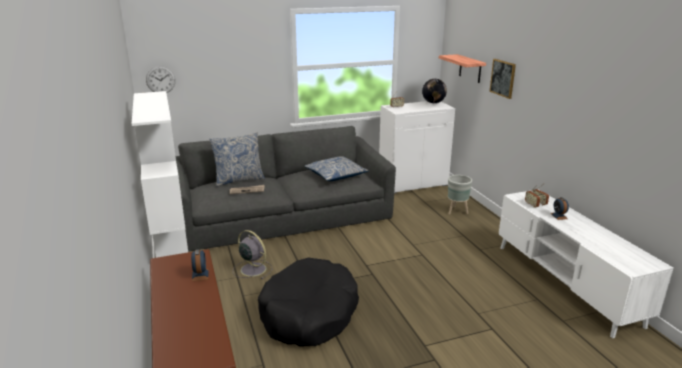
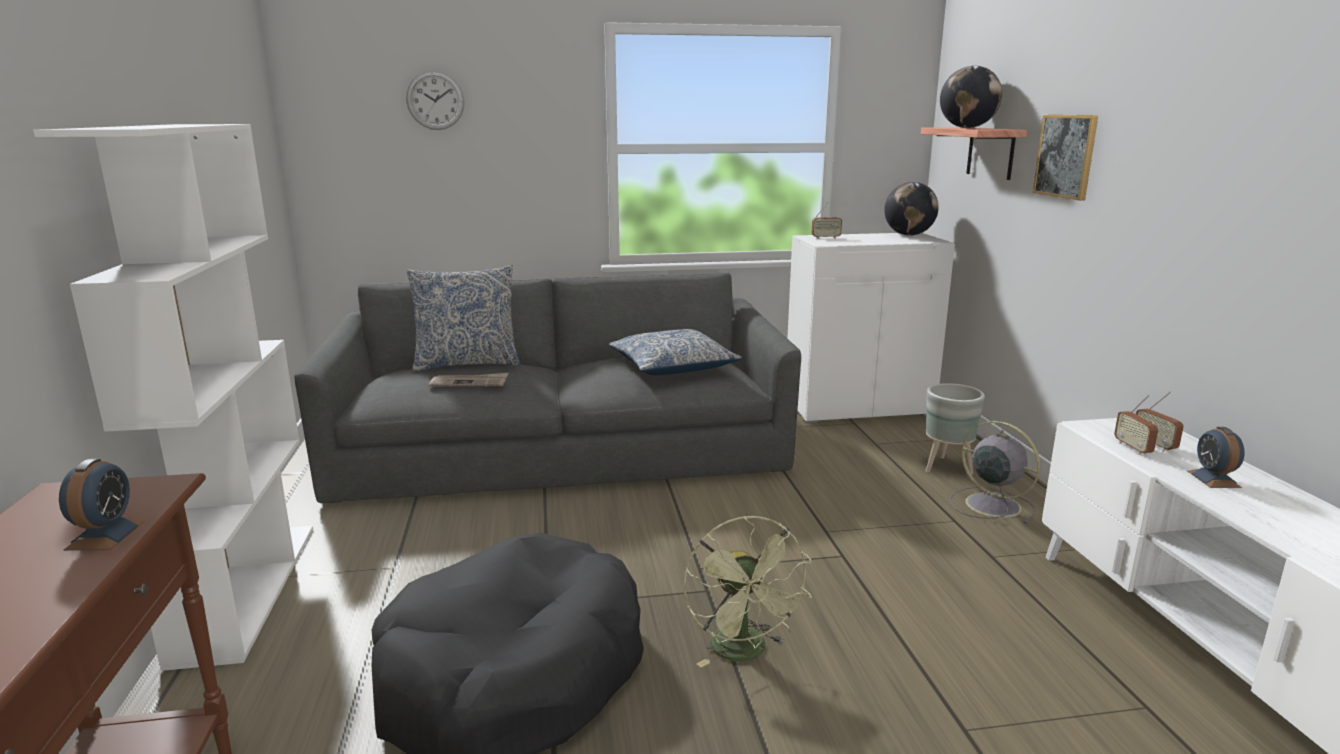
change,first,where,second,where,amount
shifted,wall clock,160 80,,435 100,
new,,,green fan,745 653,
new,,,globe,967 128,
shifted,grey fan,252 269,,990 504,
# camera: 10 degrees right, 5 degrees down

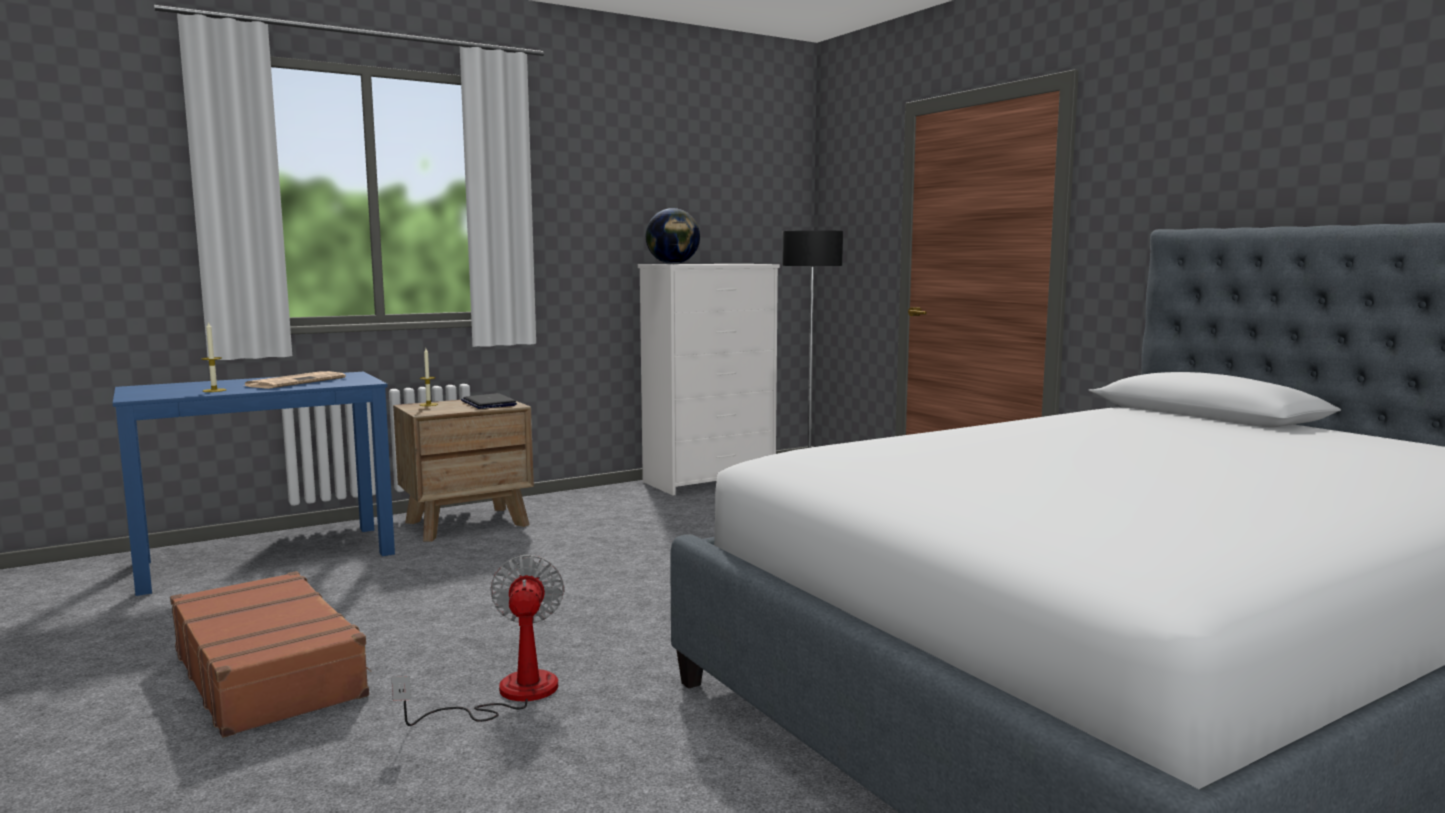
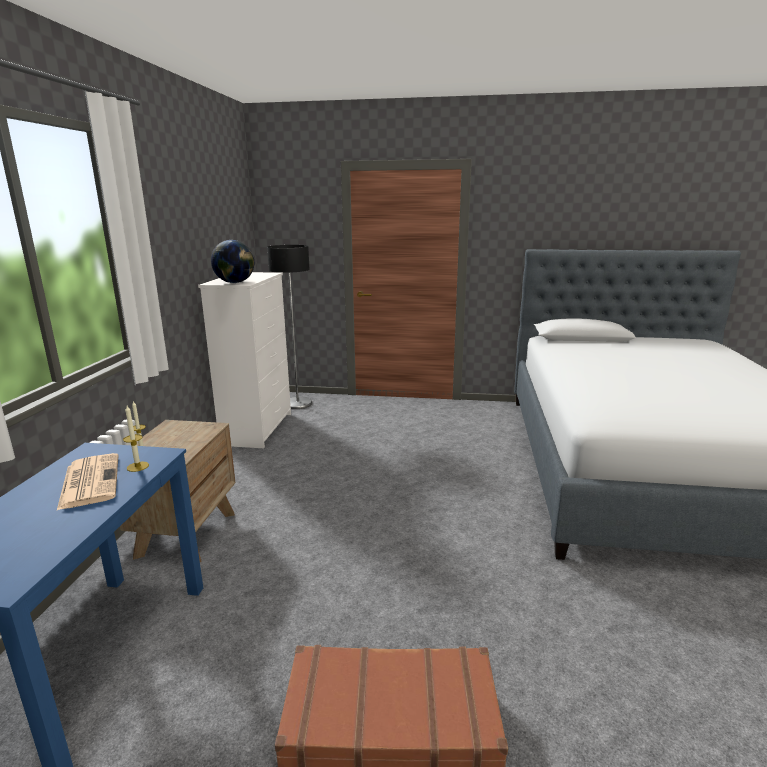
change,first,where,second,where,amount
shifted,candle,214 390,,137 466,
gone,fan,508 695,,,
gone,laptop,488 403,,,
# camera: 50 degrees left, 10 degrees up

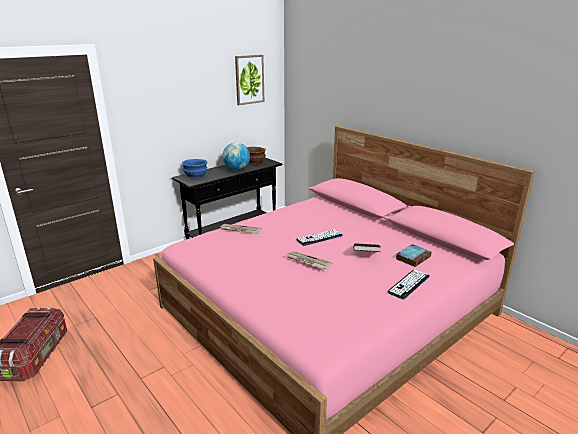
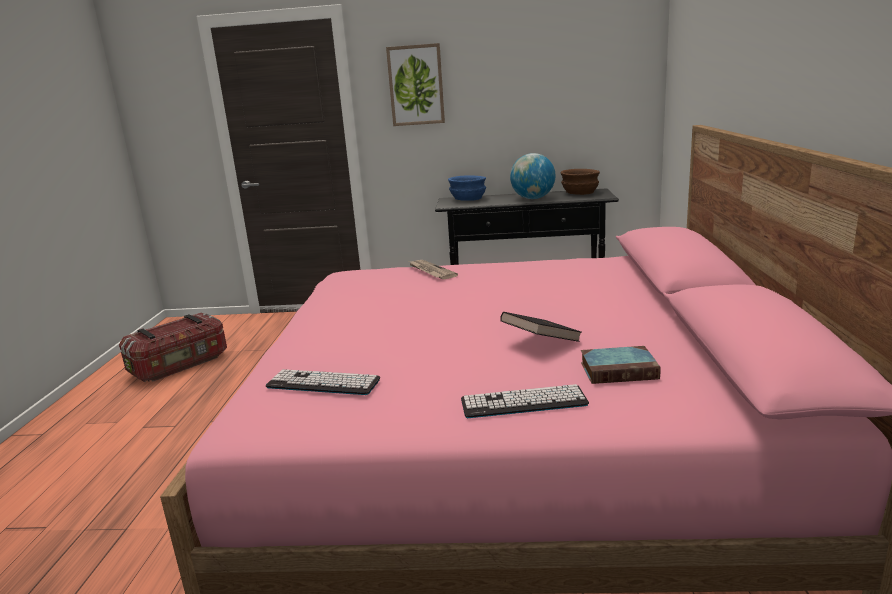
change,first,where,second,where,amount
shifted,keyboard,319 238,,323 383,
shifted,picture,249 79,,416 85,
gone,newspaper,307 261,,,
# camera: 45 degrees right, 5 degrees down

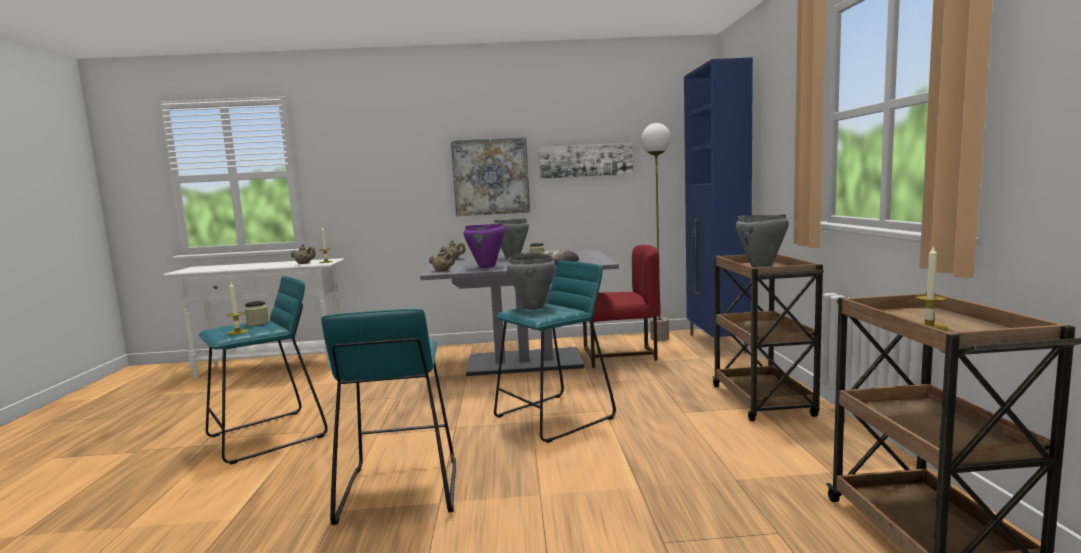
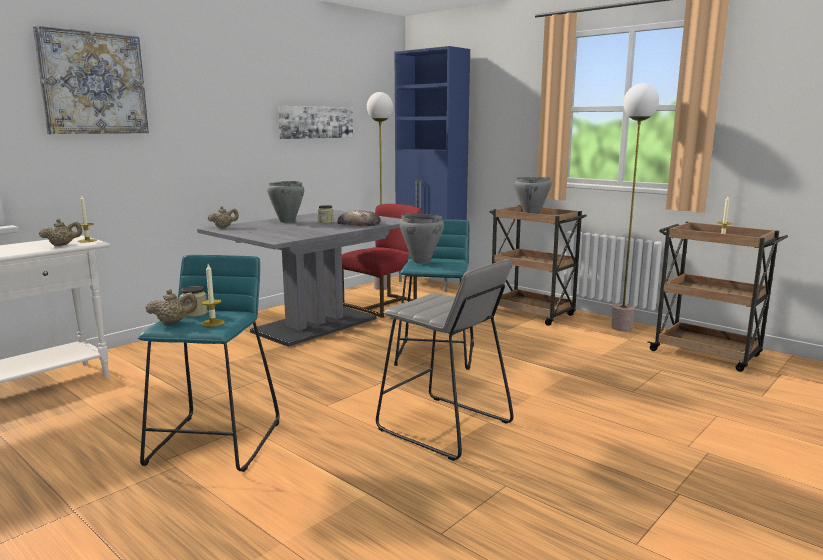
change,first,where,second,where,amount
shifted,picture,491 177,,93 83,
shifted,beige teapot,443 271,,173 322,
repainted,turquoise stool,399 489,grey stool,443 426,
new,,,floor lamp,622 327,
gone,purple cooking pot,487 267,,,
# camera: 45 degrees left, 5 degrees up

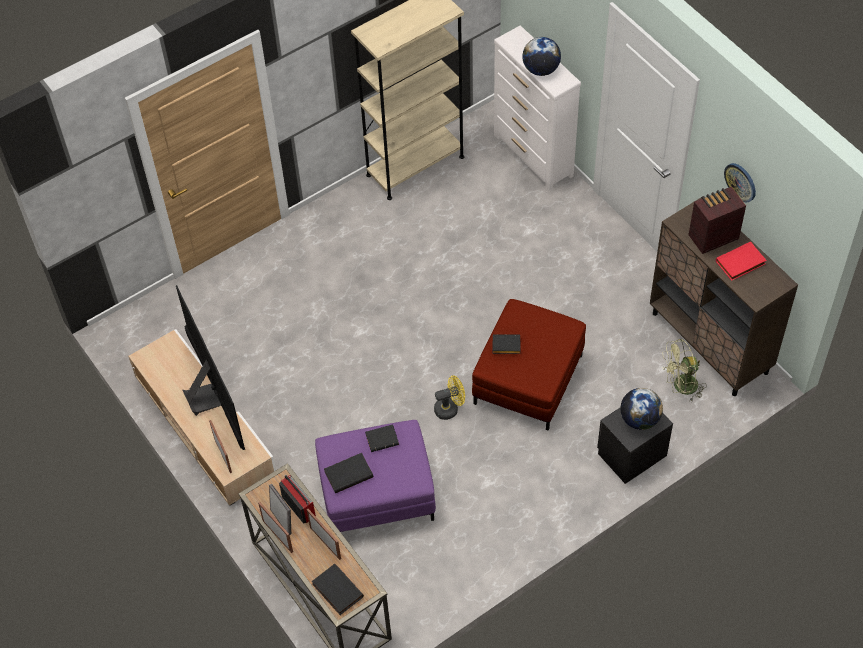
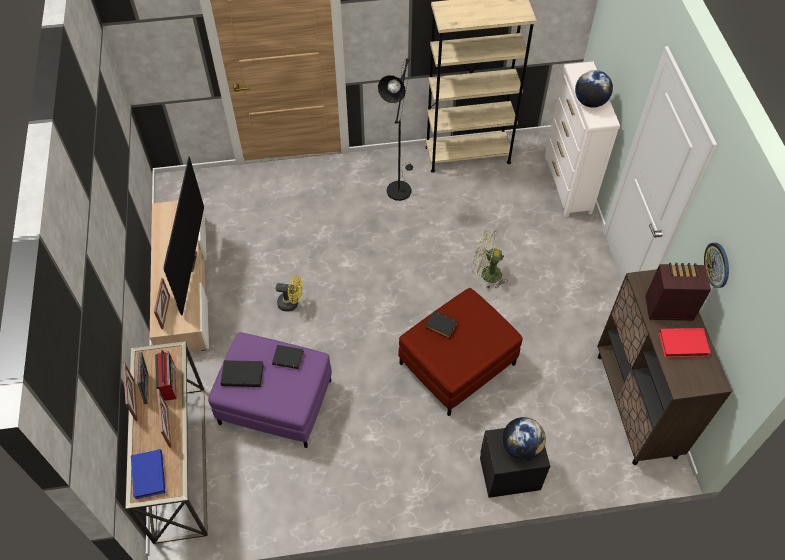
change,first,where,second,where,amount
repainted,black book,336 591,blue book,147 475,
shifted,yellow fan,450 408,,291 303,
new,,,black floor lamp,399 187,
shifted,green fan,680 387,,486 274,
# camera: 25 degrees right, 0 degrees up

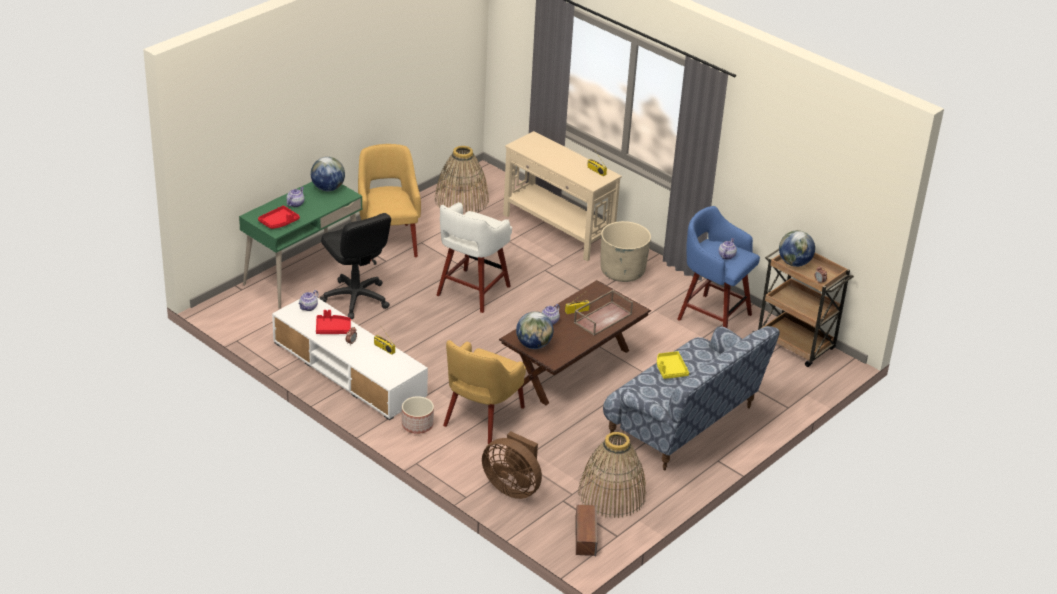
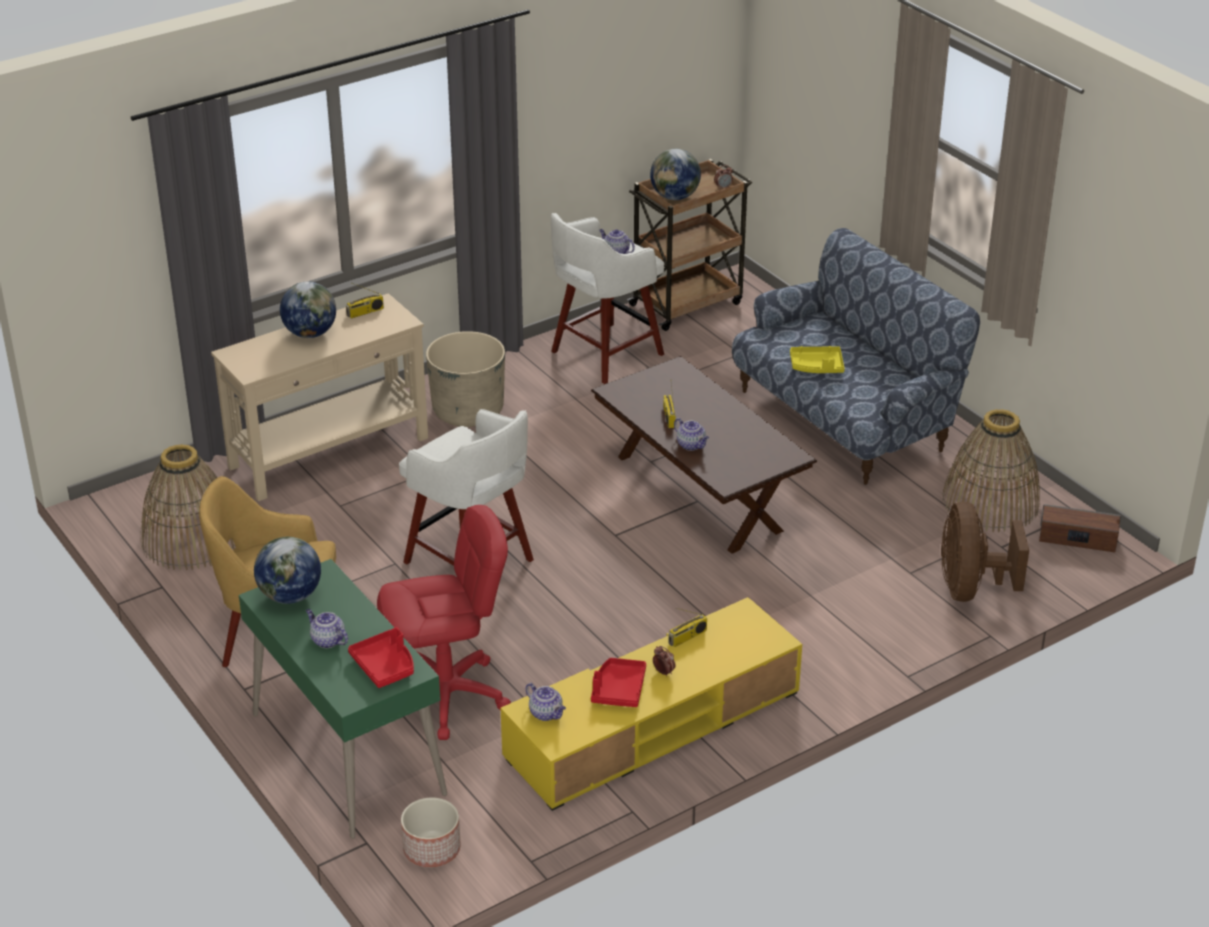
change,first,where,second,where,amount
shifted,globe,534 345,,310 333,
repainted,black office chair,355 299,red office chair,447 696,
shifted,planter,417 425,,431 849,
repainted,white tv stand,349 370,yellow tv stand,653 725,
repainted,blue stool,712 316,white stool,604 354,
rotated,brown fan,513 487,,970 588,135 degrees clockwise
gone,yellow armchair,482 417,,,
gone,brown tray,602 318,,,
# camera: 75 degrees left, 0 degrees up

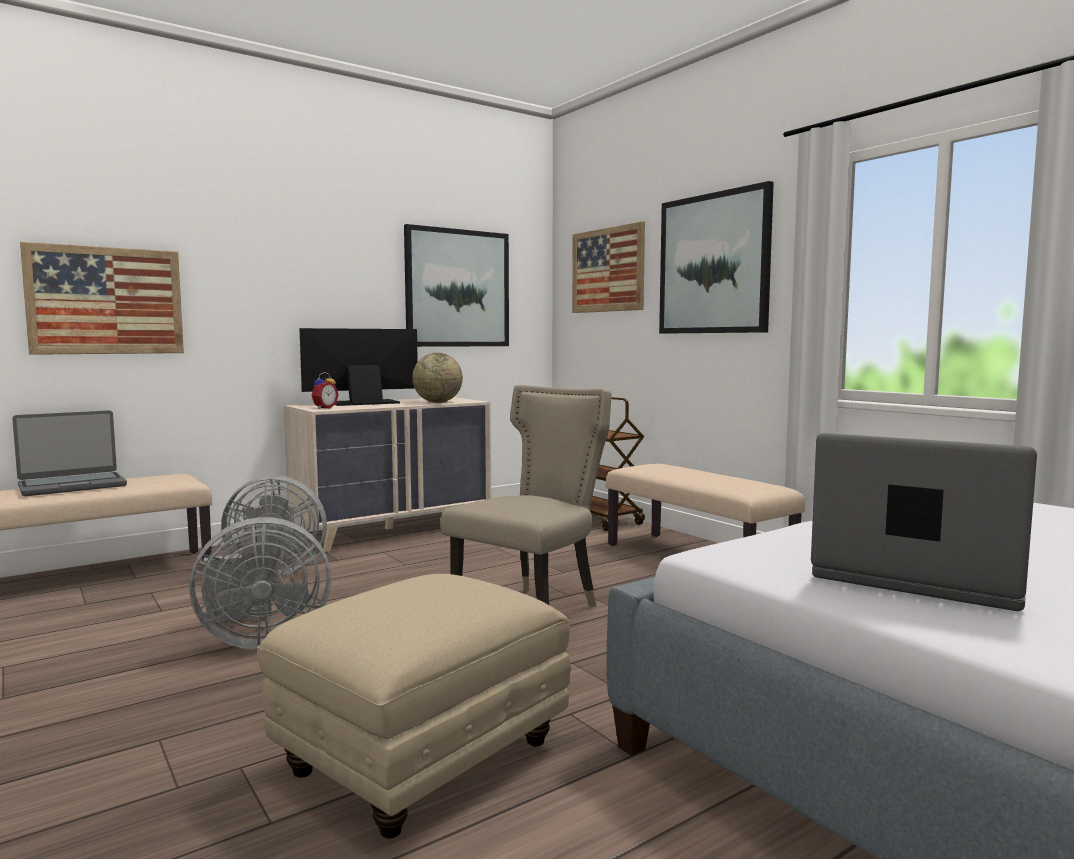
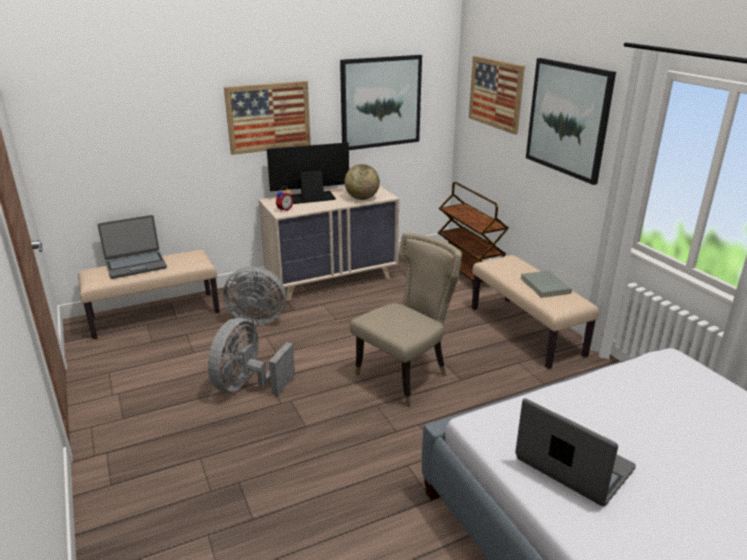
change,first,where,second,where,amount
rotated,grey fan,260 640,,247 385,120 degrees clockwise
shifted,picture,106 301,,268 117,
new,,,grey book,544 286,
gone,beige ottoman,421 761,,,
# camera: 10 degrees right, 20 degrees up

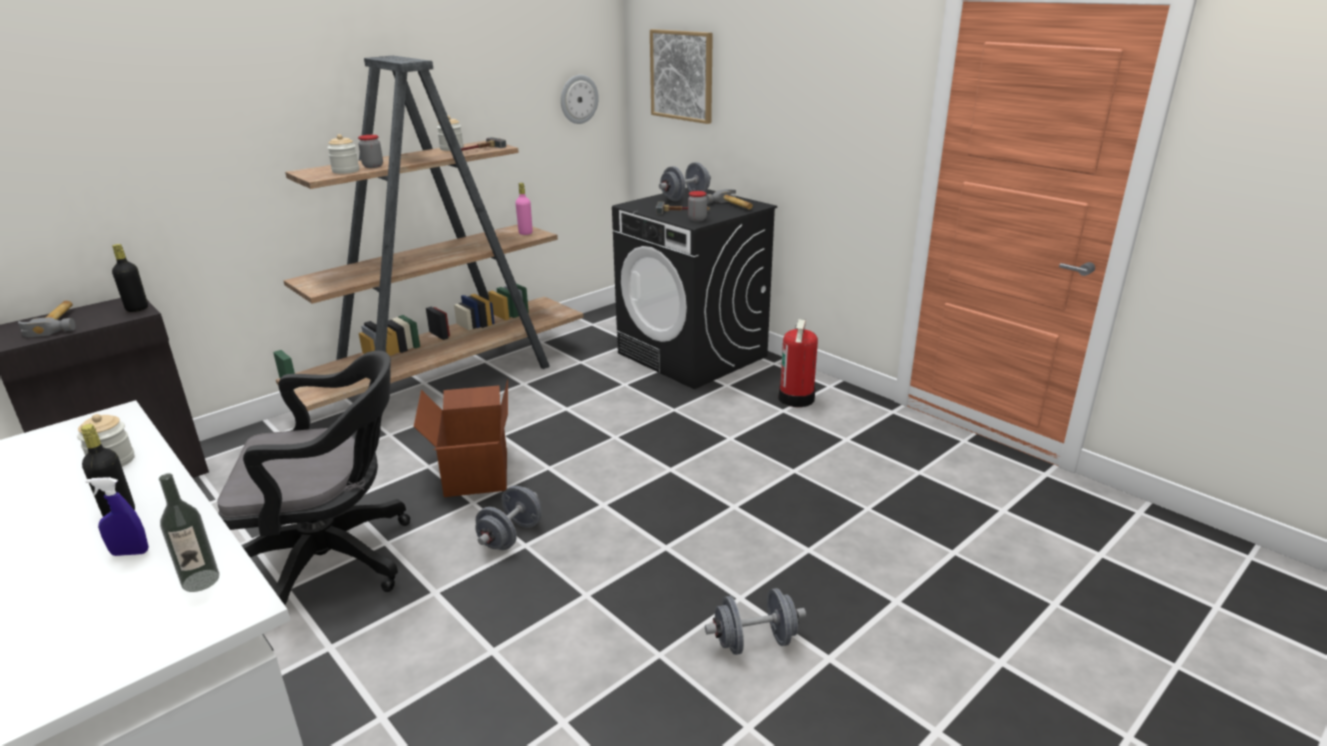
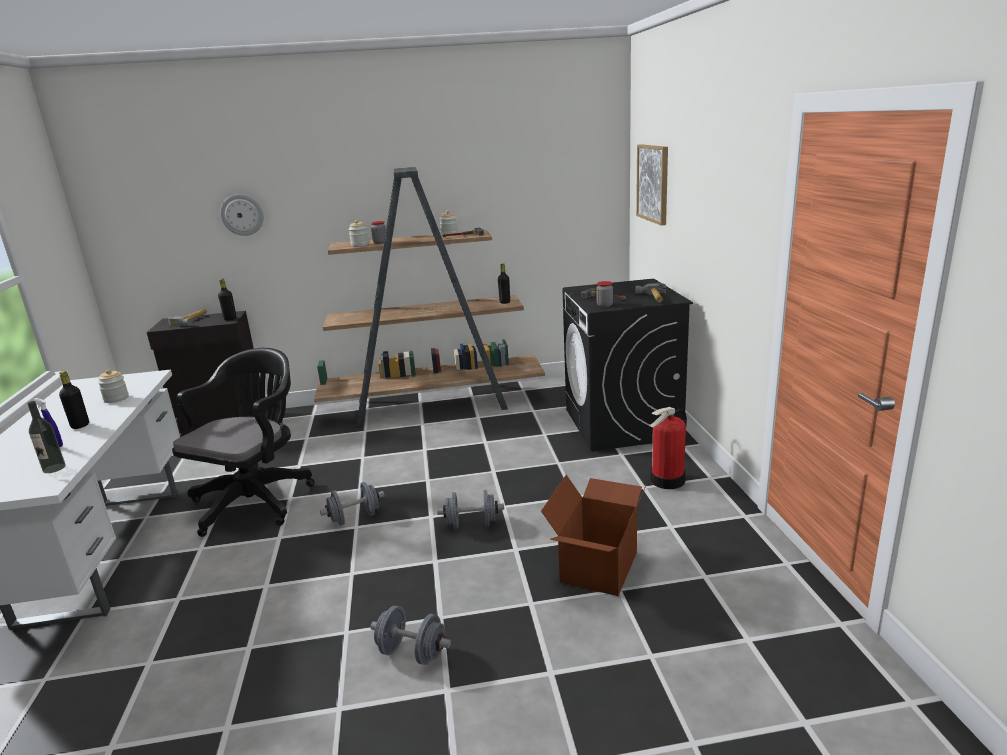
change,first,where,second,where,amount
rotated,black office chair,335 561,,256 499,90 degrees counterclockwise
shifted,wall clock,578 99,,242 214,
shifted,grey dumbbell,685 198,,472 524,
repainted,pink bottle,525 233,black bottle,505 302,
shifted,cardboard box,474 473,,597 567,
# camera: 35 degrees right, 5 degrees down

